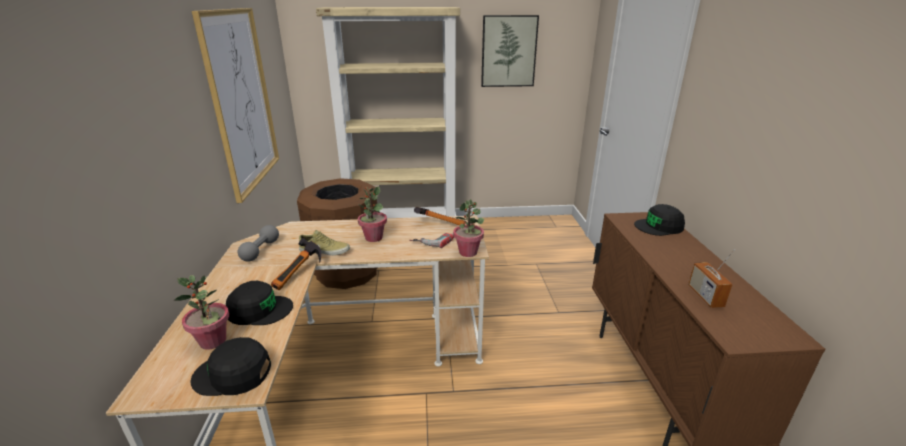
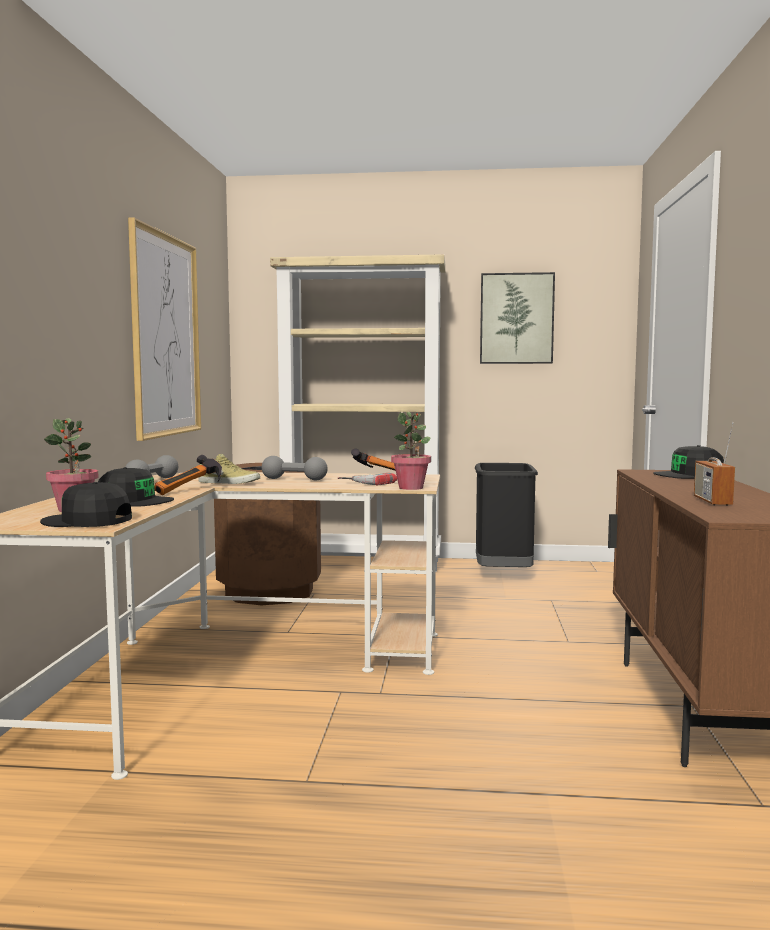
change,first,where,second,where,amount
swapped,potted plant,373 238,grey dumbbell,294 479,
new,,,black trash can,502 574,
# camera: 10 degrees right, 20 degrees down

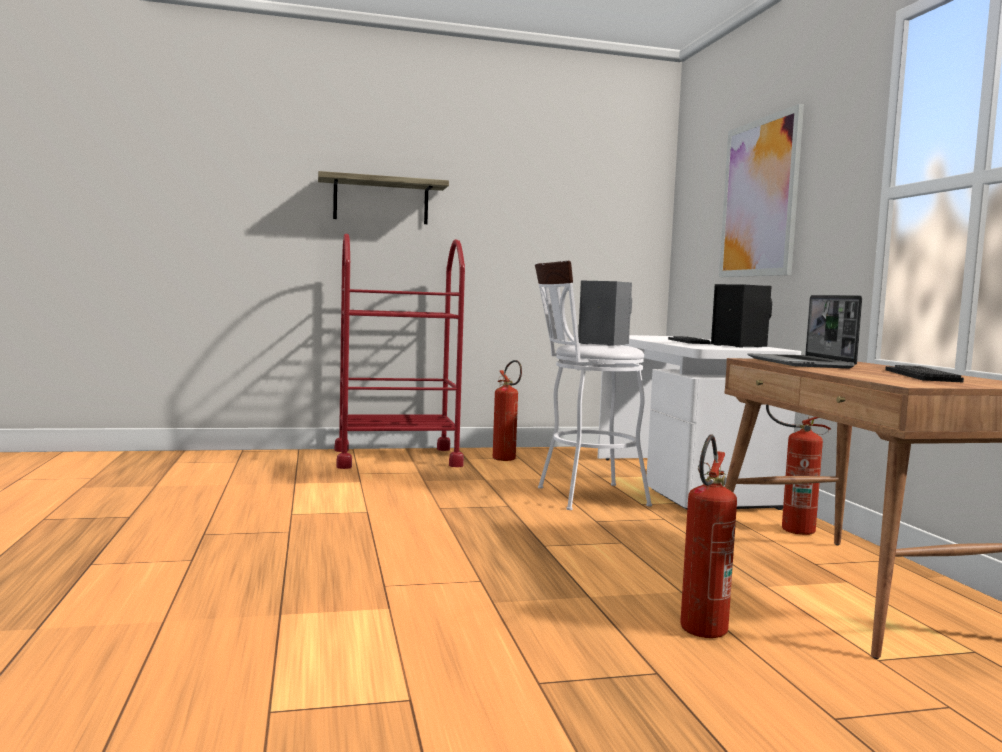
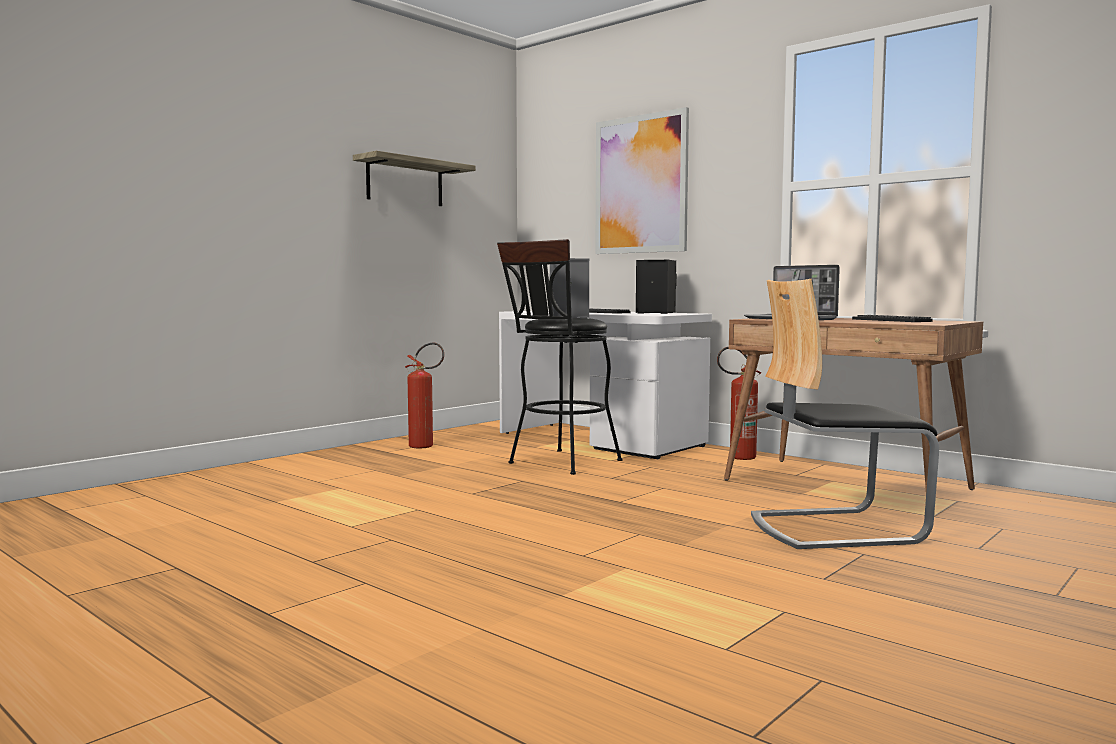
change,first,where,second,where,amount
shifted,shelf,381 201,,405 182,
repainted,white stool,583 497,black stool,560 463,
swapped,fire extinguisher,701 633,chair,834 527,
gone,red cart,396 458,,,
# camera: 35 degrees left, 0 degrees up

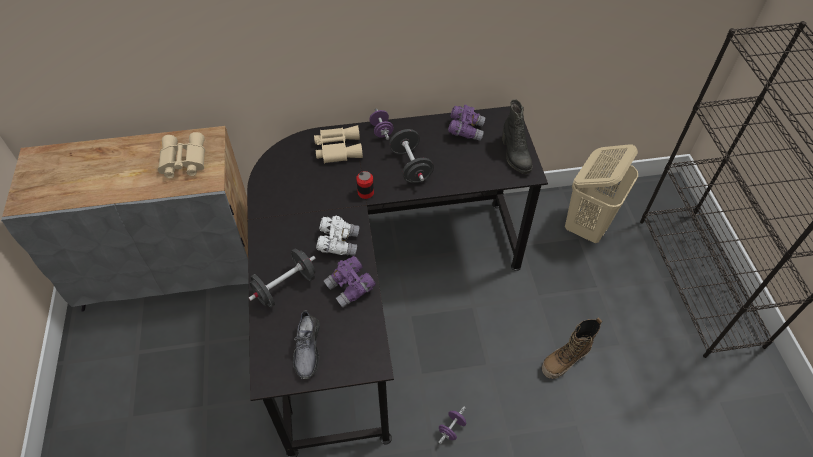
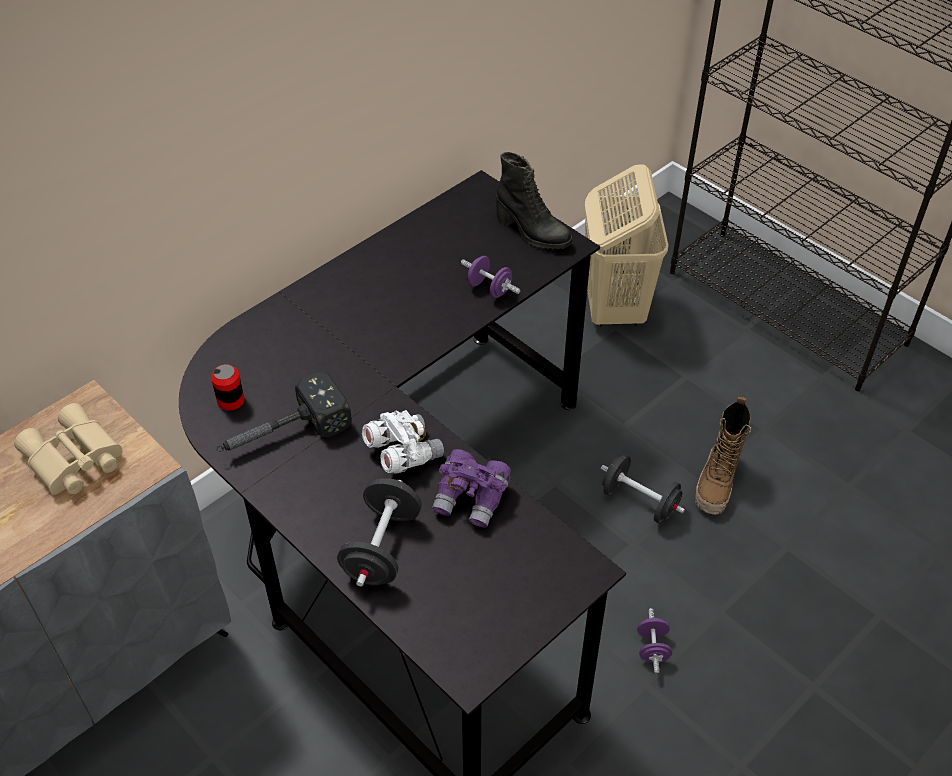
change,first,where,second,where,amount
shifted,can,365 193,,231 401,
new,,,hammer,281 434,
shifted,purple dumbbell,381 131,,489 288,
shifted,black dumbbell,411 166,,639 502,
gone,grey shoe,307 349,,,
gone,beige binoculars,337 148,,,
gone,purple binoculars,465 130,,,
# camera: 35 degrees left, 5 degrees down

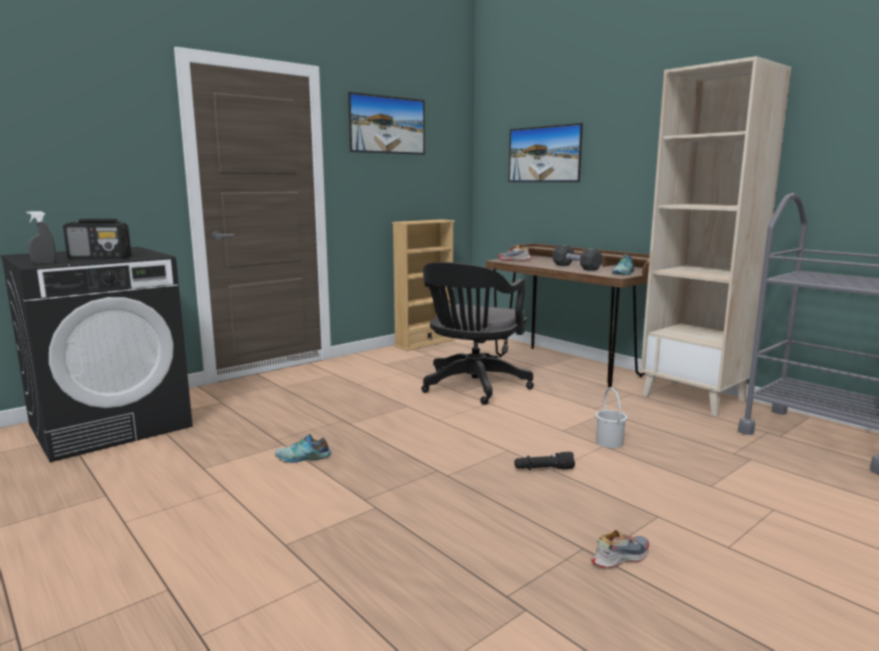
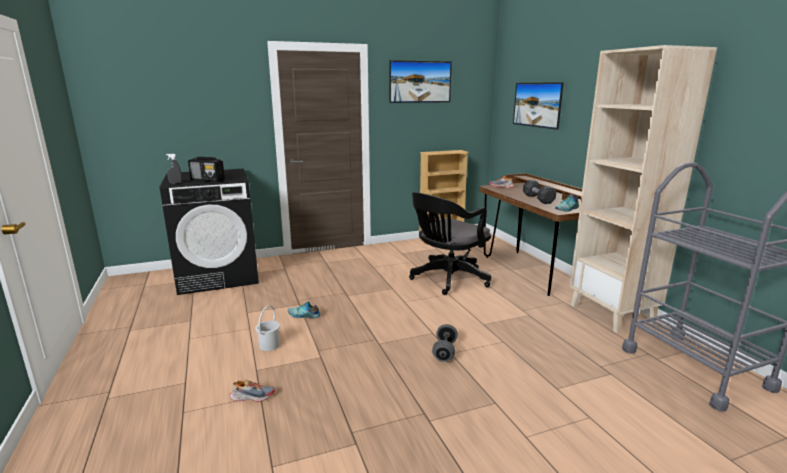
change,first,where,second,where,amount
shifted,shoe,619 557,,252 396,
shifted,white bucket,609 442,,270 345,
swapped,black flashlight,543 469,grey dumbbell,444 351,
# camera: 20 degrees right, 5 degrees up

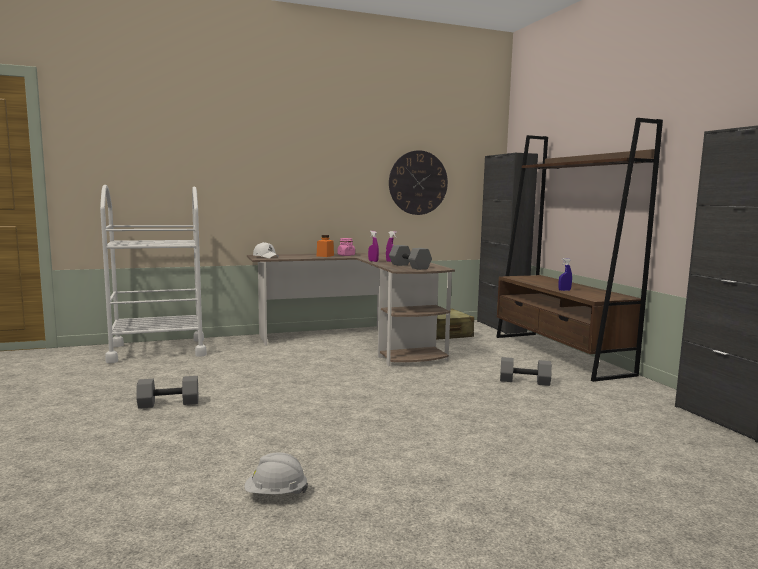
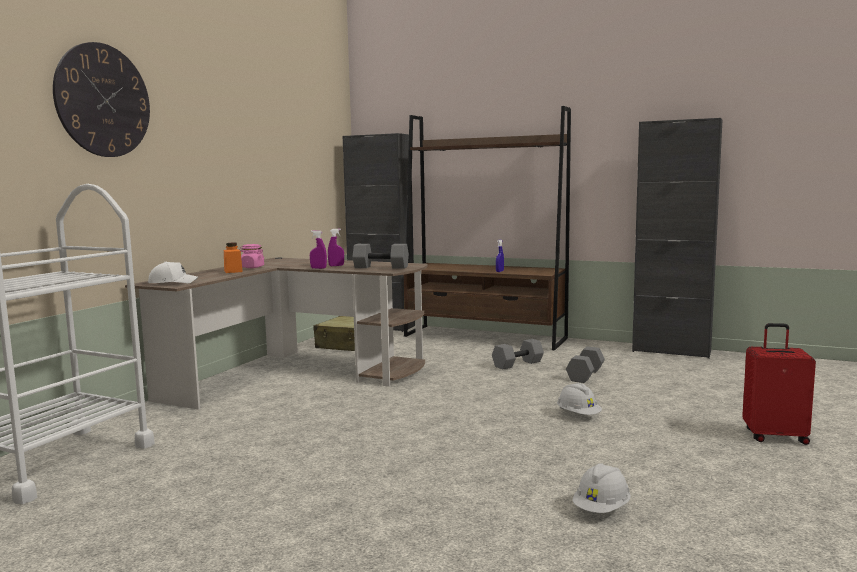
change,first,where,second,where,amount
shifted,wall clock,418 182,,103 100,
new,,,white hard hat,578 415,
shifted,grey dumbbell,168 404,,586 375,
new,,,red suitcase,775 436,
# camera: 45 degrees left, 0 degrees up

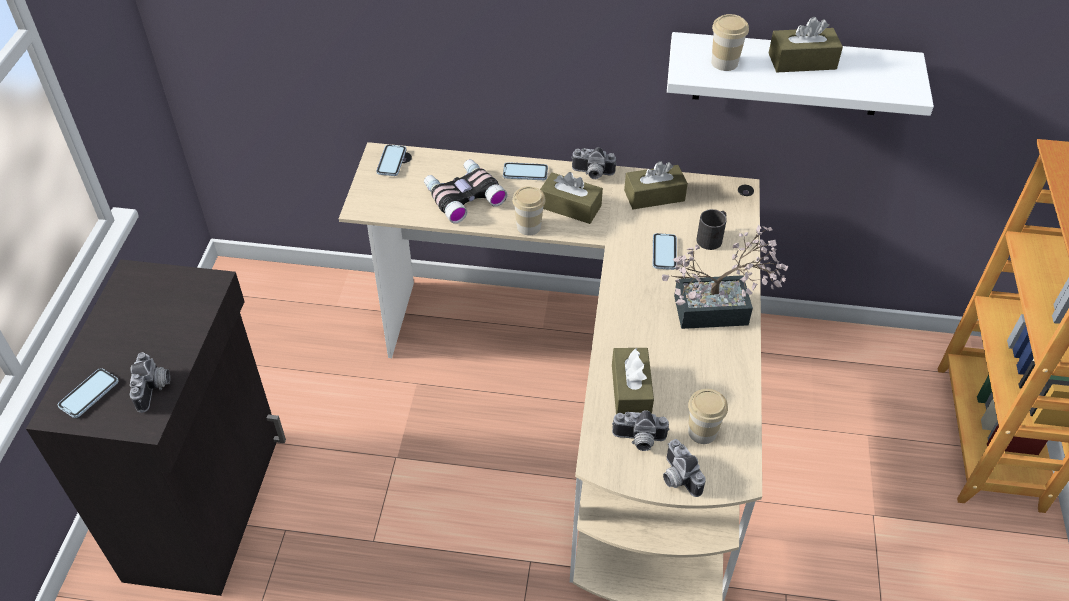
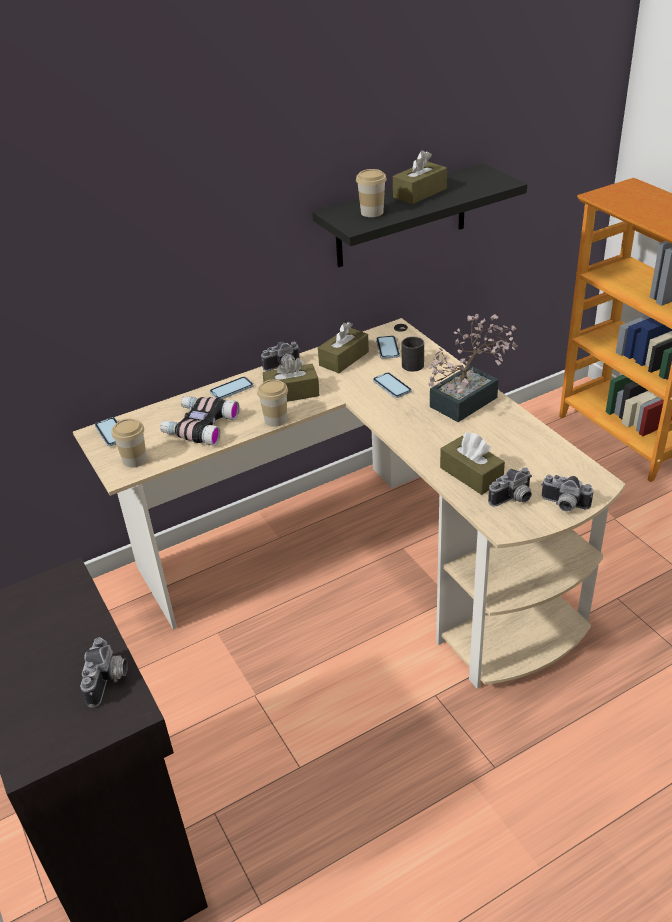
change,first,where,second,where,amount
rotated,photo camera,155 389,,109 681,45 degrees clockwise
shifted,cup,702 432,,134 460,
repainted,white shelf,789 74,black shelf,401 217,
shifted,phone,89 394,,387 348,
# camera: 35 degrees left, 10 degrees down

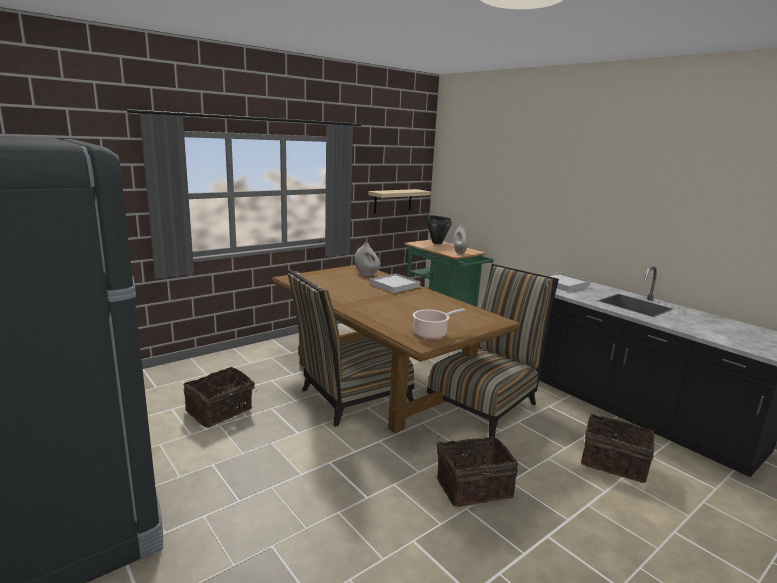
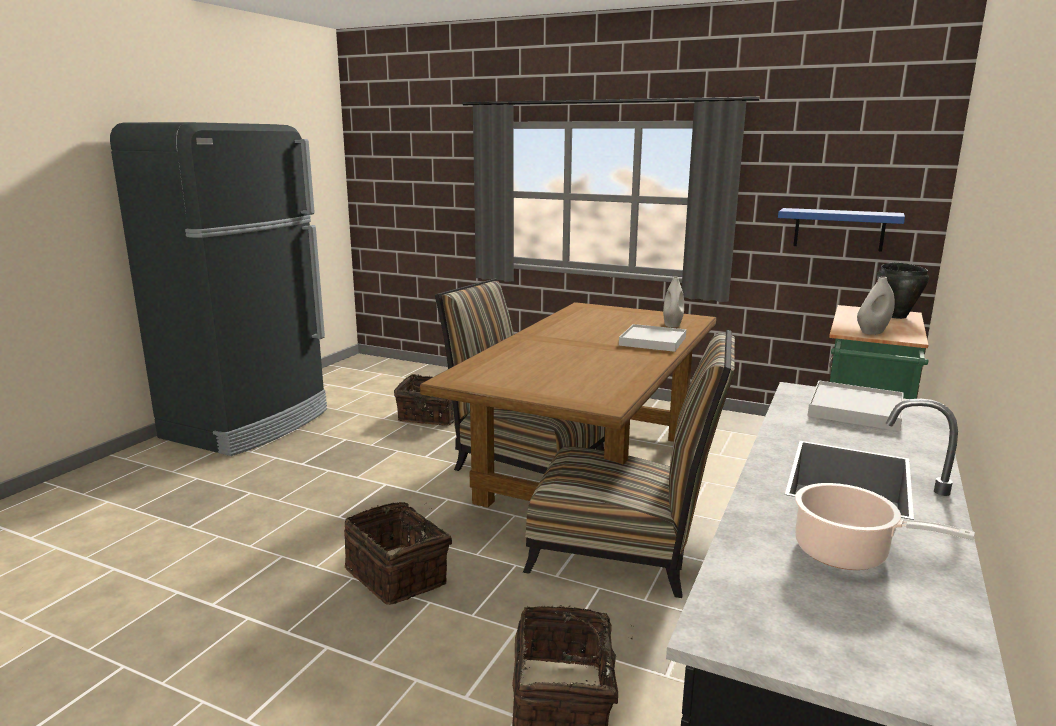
change,first,where,second,where,amount
repainted,beige shelf,393 200,blue shelf,839 229,
shifted,cooking pot,432 333,,847 553,
# camera: 65 degrees right, 0 degrees up

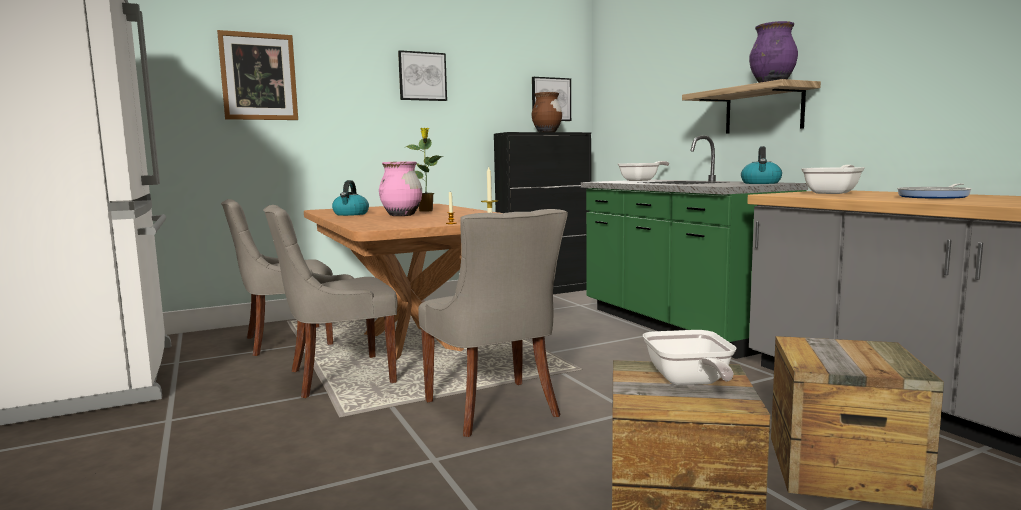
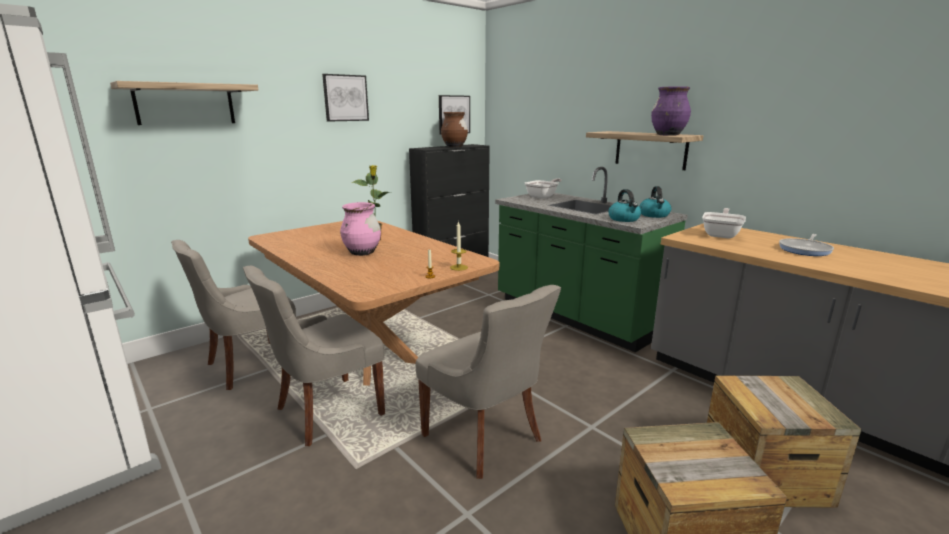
change,first,where,second,where,amount
swapped,picture,259 76,shelf,185 104,
shifted,kettle,351 214,,624 219,
gone,frying pan,689 383,,,
# camera: 15 degrees left, 10 degrees up

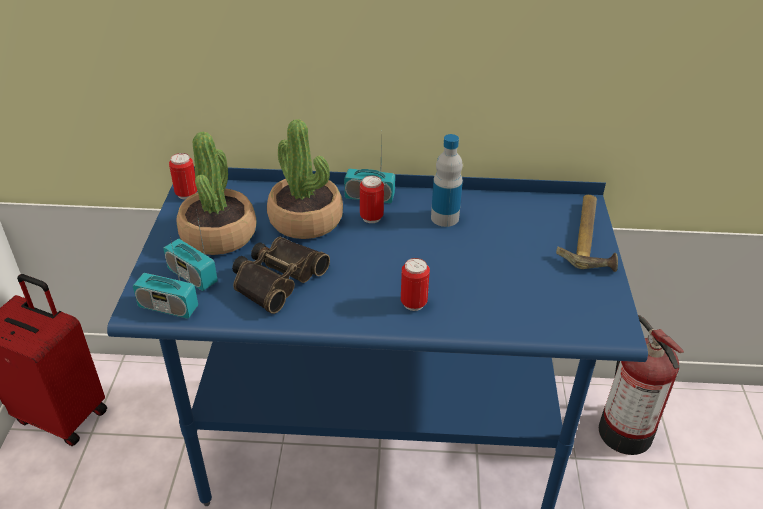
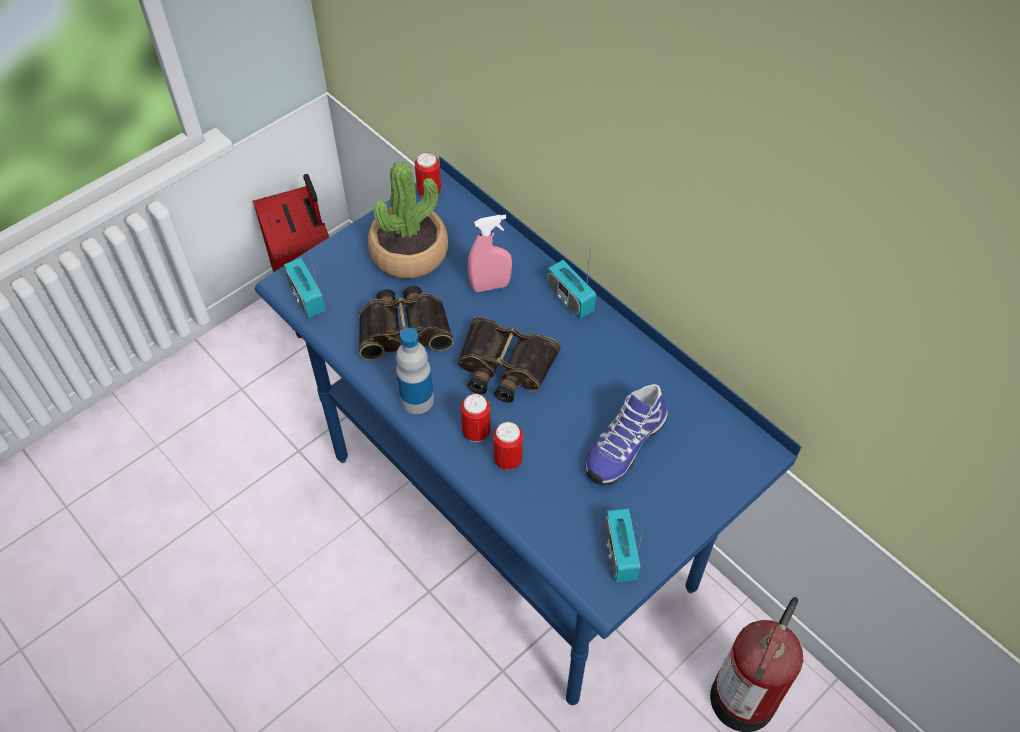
change,first,where,second,where,amount
shifted,bottle,444 218,,417 400,
new,,,binoculars,503 367,
swapped,potted plant,306 219,pink spray bottle,490 286,
shifted,can,371 217,,508 460,
new,,,shoe,623 444,
shifted,radio,192 276,,620 553,
gone,hammer,590 237,,,
# camera: 45 degrees right, 15 degrees up

